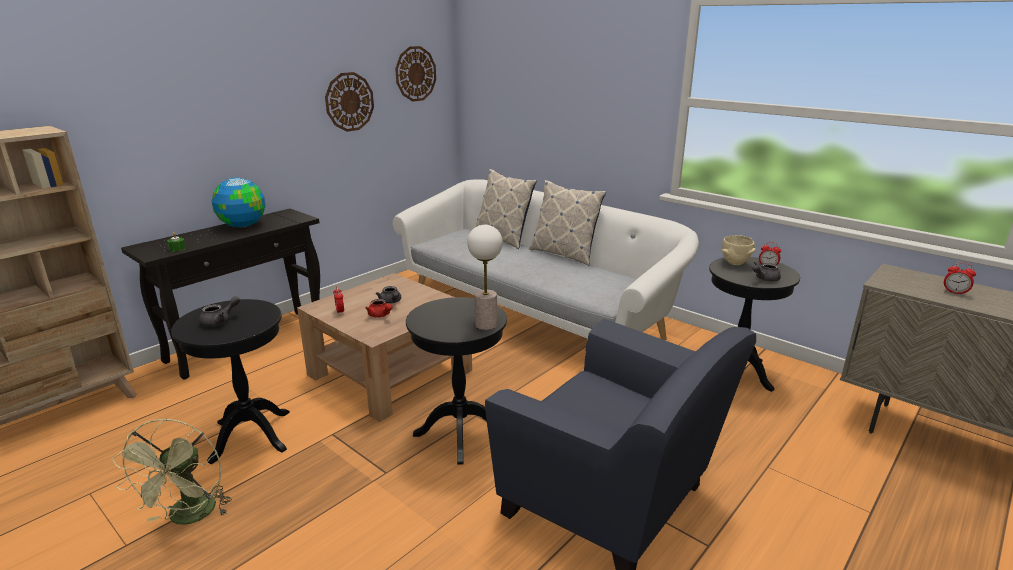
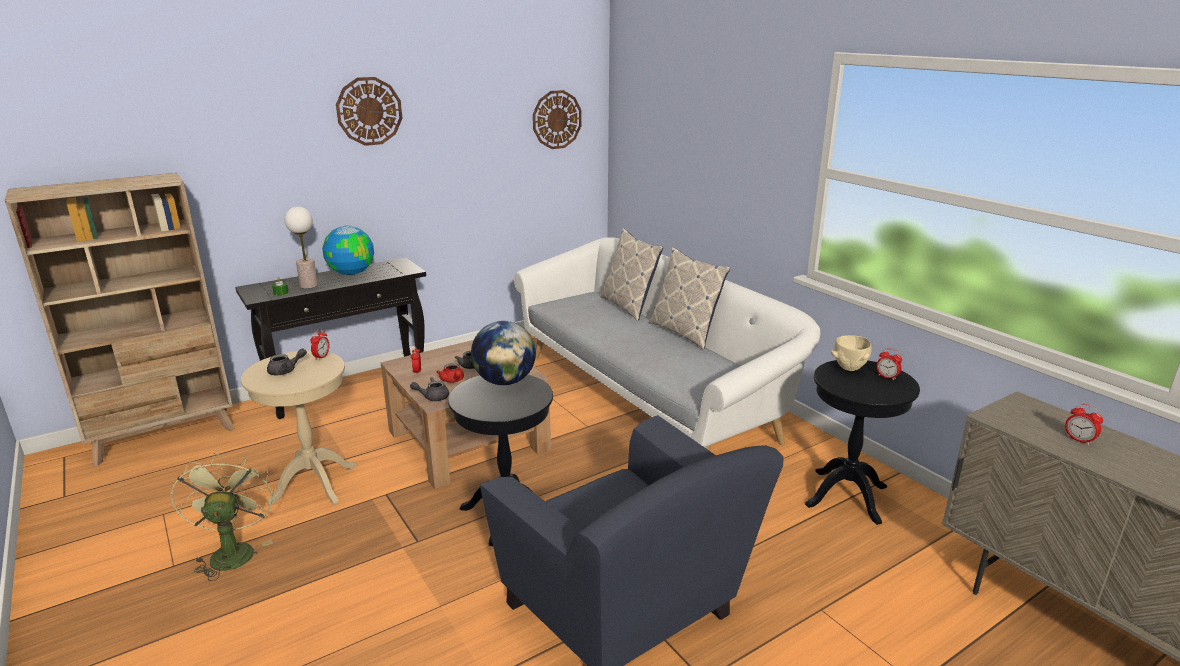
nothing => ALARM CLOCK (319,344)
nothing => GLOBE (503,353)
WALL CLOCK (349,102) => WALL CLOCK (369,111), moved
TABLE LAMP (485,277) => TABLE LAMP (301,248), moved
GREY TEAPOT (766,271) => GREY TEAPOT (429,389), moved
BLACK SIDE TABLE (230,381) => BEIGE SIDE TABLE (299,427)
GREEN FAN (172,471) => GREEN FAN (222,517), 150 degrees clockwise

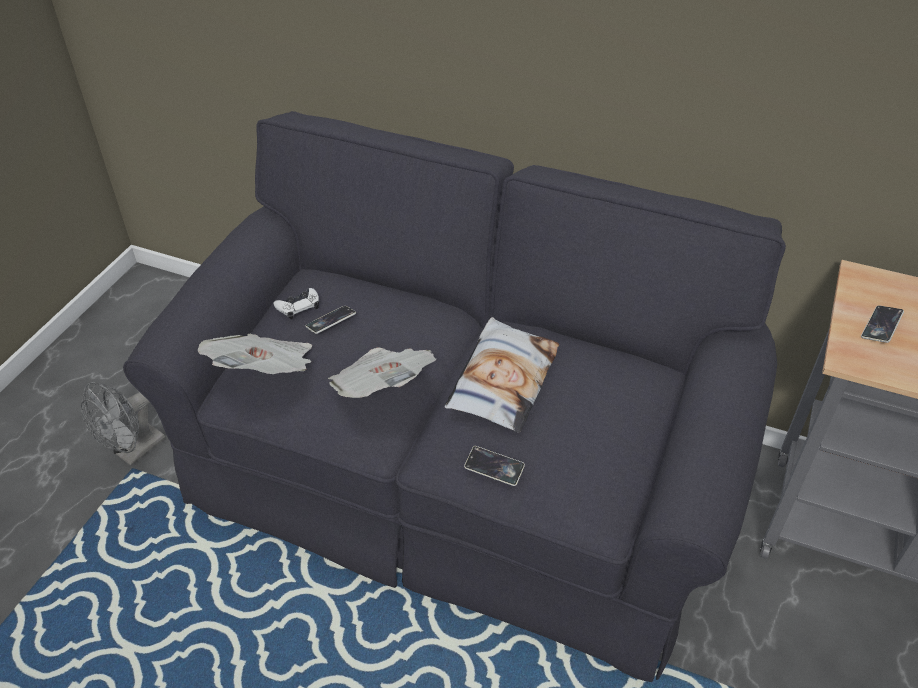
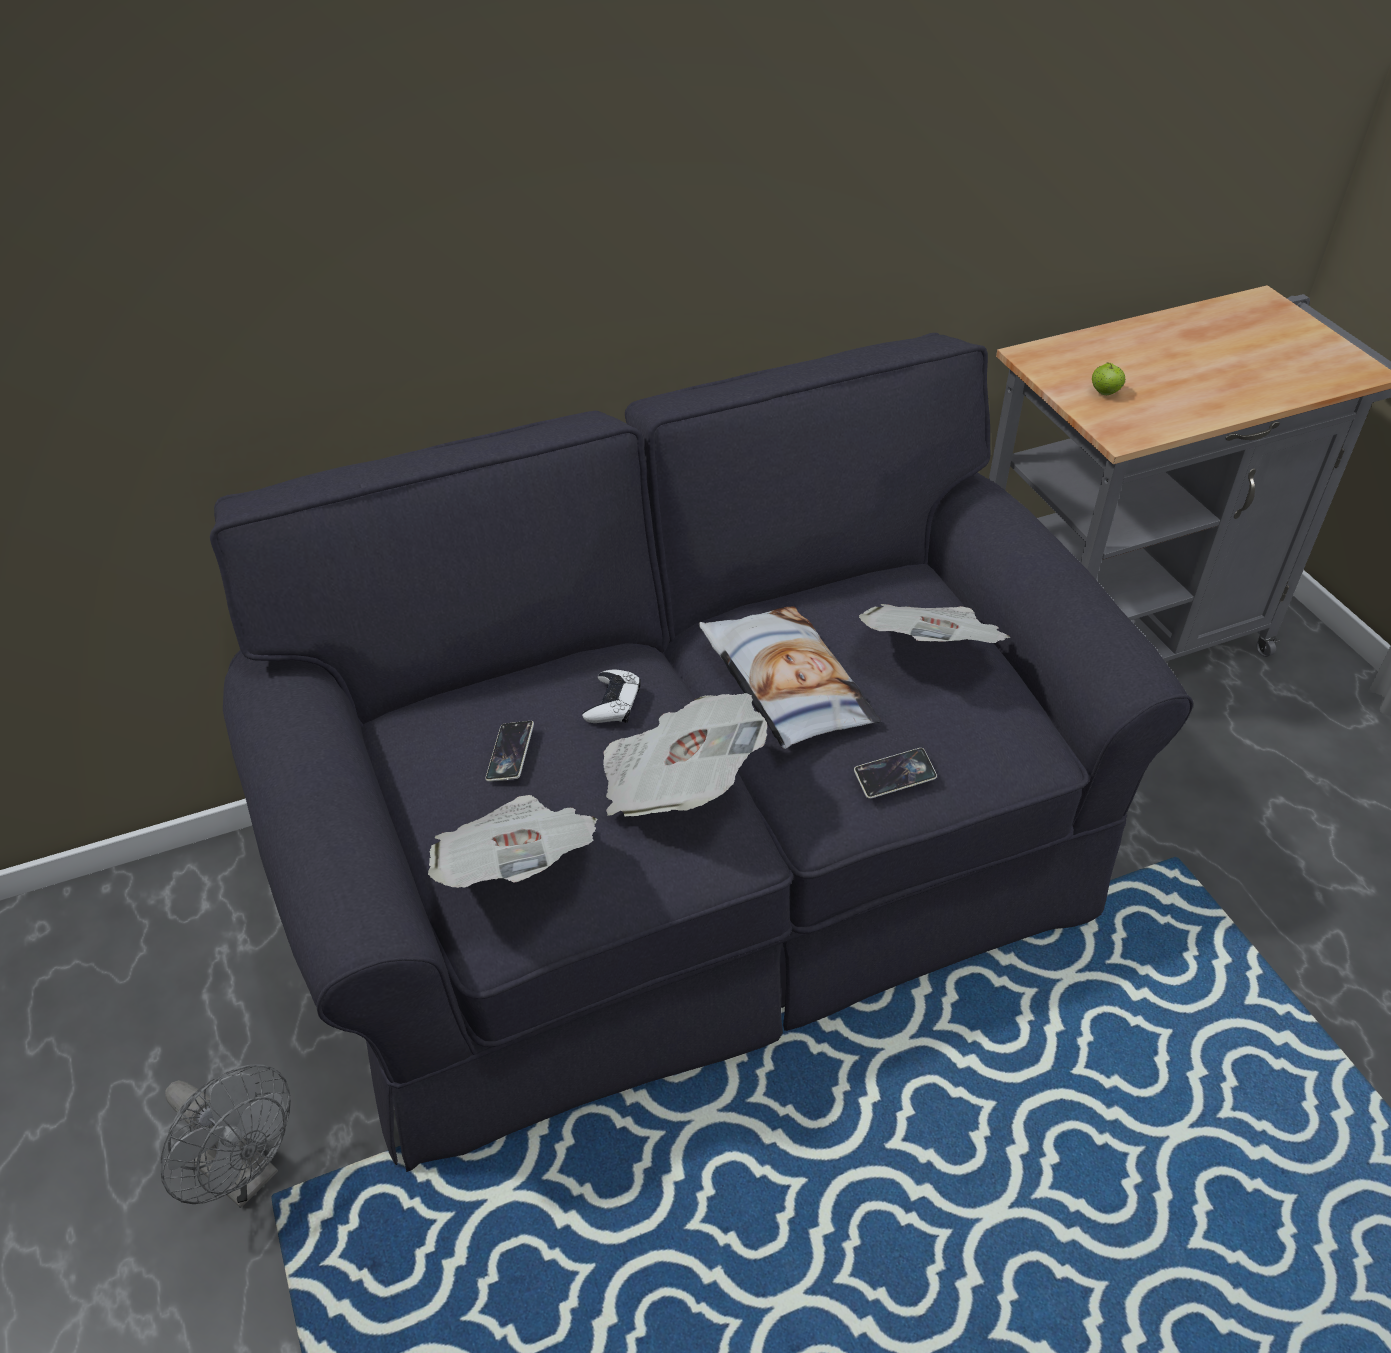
nothing => NEWSPAPER (935,623)
WHITE GAME CONTROLLER (296,303) => WHITE GAME CONTROLLER (611,696), moved
PHONE (882,324) => APPLE (1108,378)
GREY FAN (122,424) => GREY FAN (225,1136), 45 degrees counterclockwise

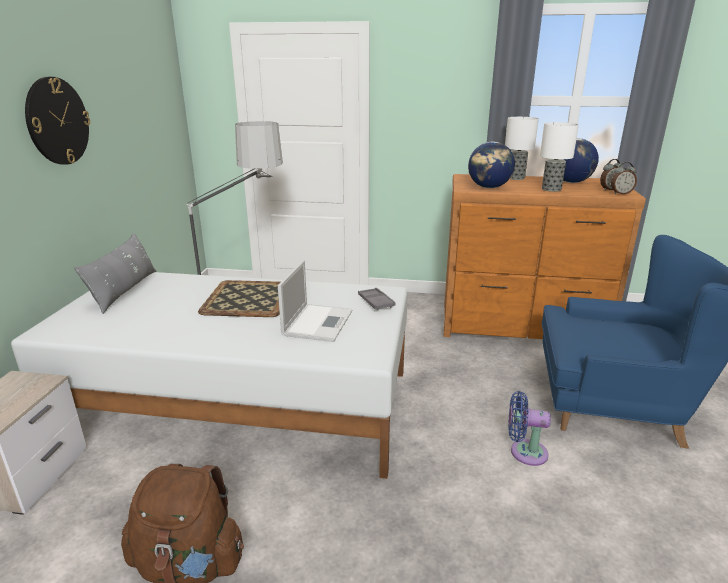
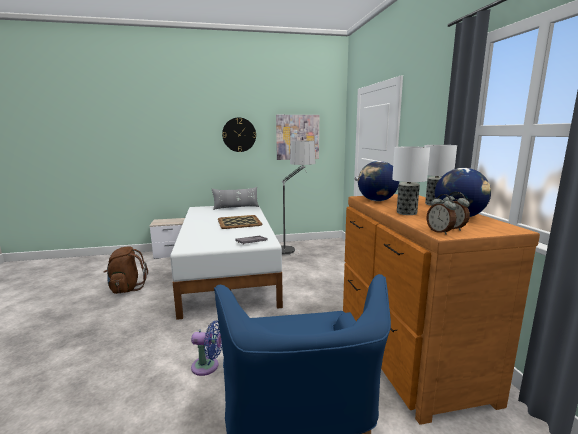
LAPTOP (315,301) => nothing
nothing => PICTURE (297,137)
BLUE FAN (529,428) => BLUE FAN (206,348), 105 degrees clockwise

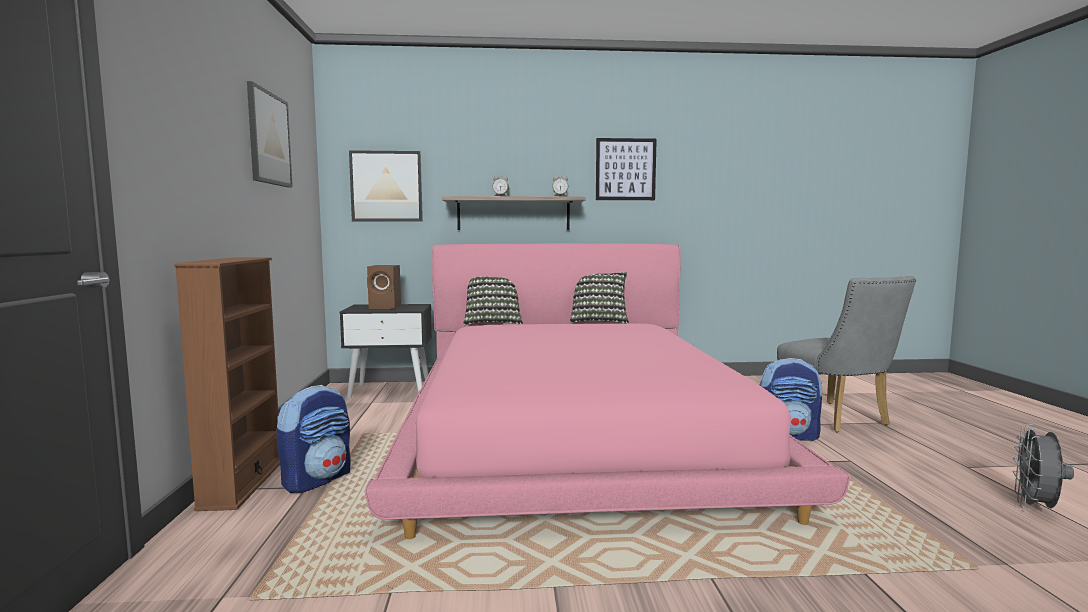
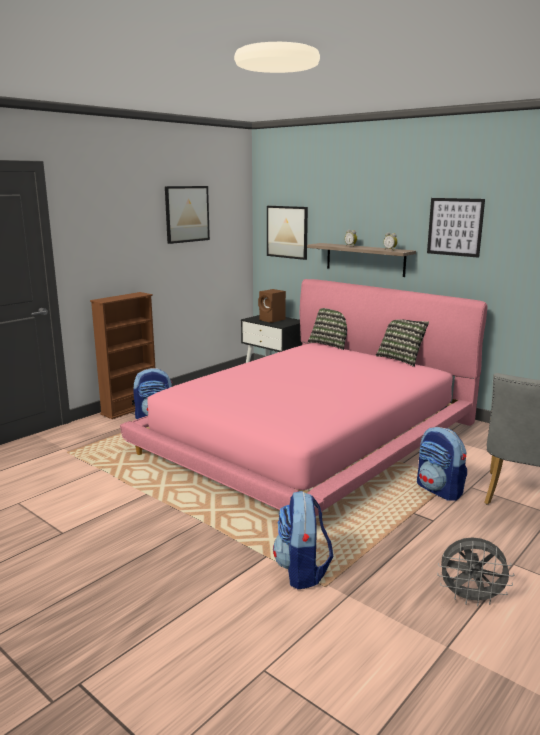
nothing => BACKPACK (303,540)
GREY FAN (1043,467) => GREY FAN (475,571), 150 degrees counterclockwise

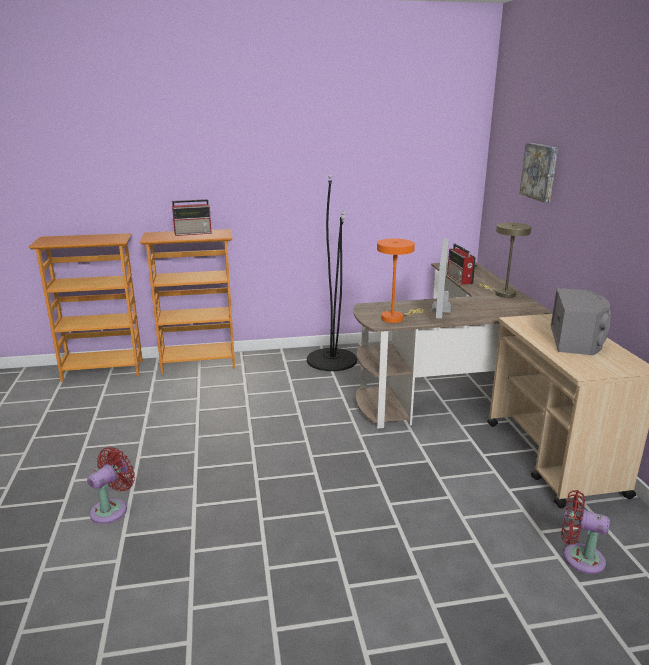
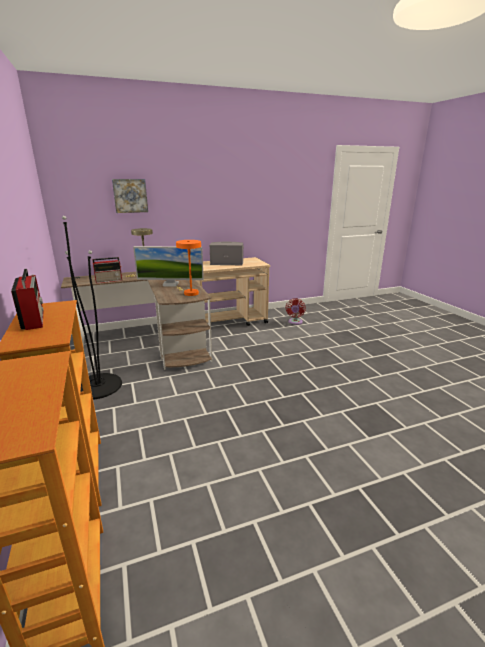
RED FAN (111,485) => nothing

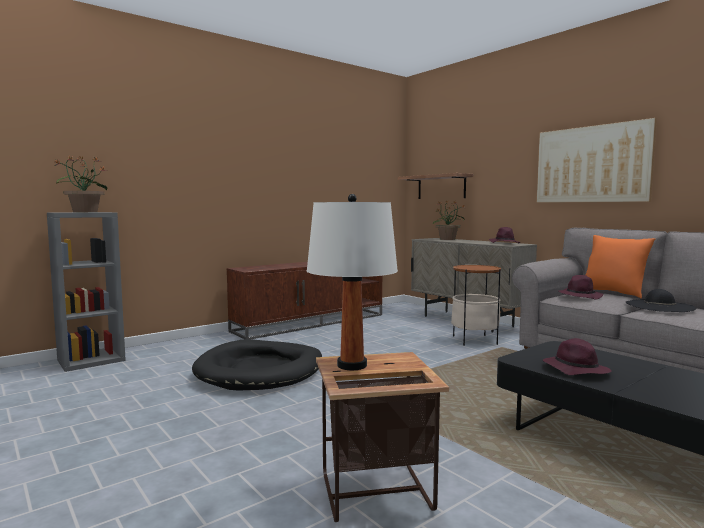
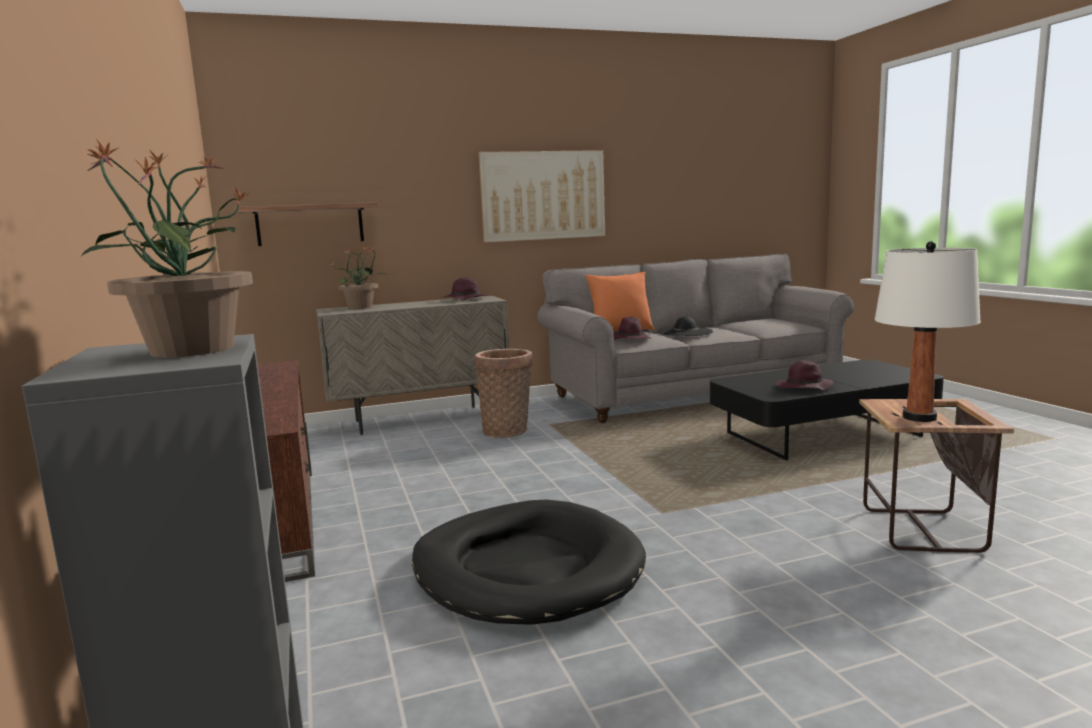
SIDE TABLE (476,305) => BASKET (504,393)

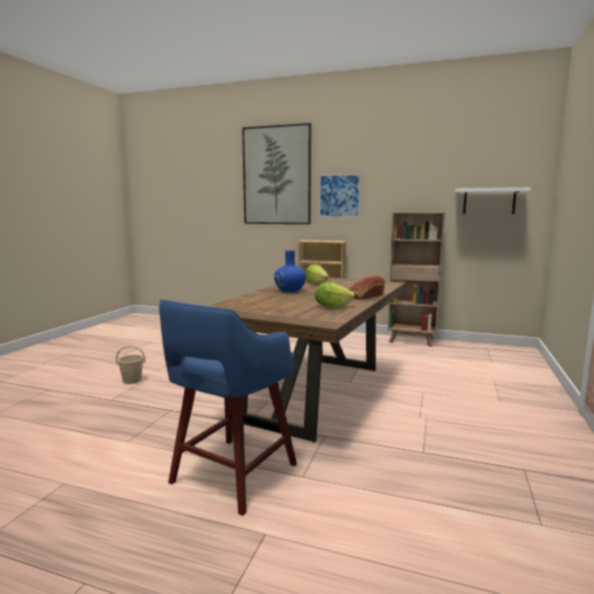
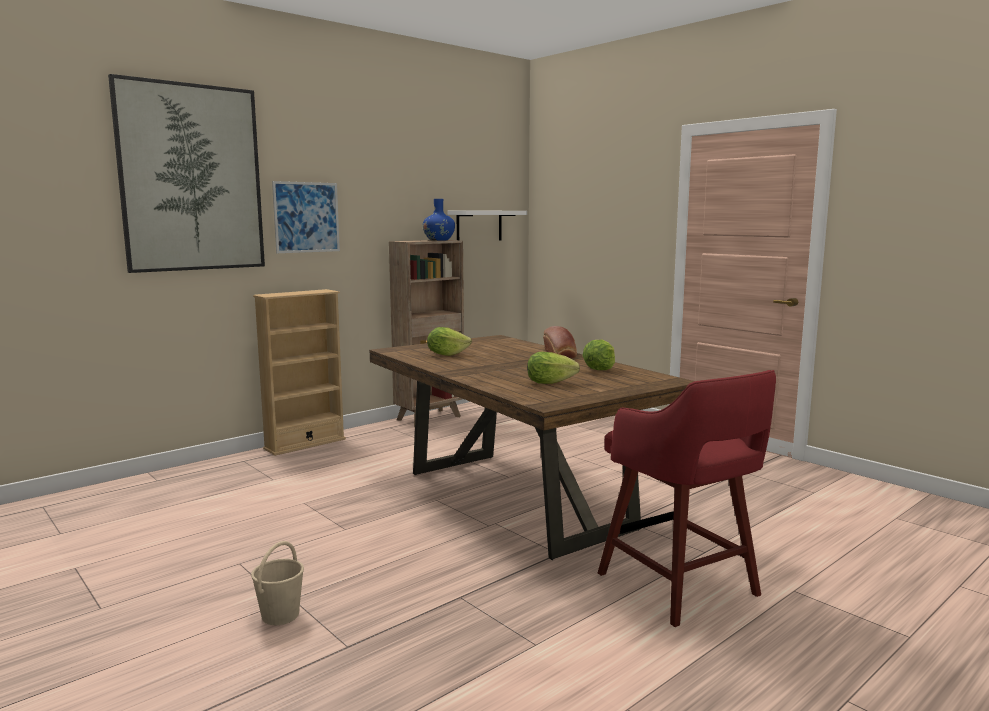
nothing => LETTUCE (553,368)
BLUE VASE (290,271) => BLUE VASE (439,220), moved
BLUE STOOL (228,408) => RED STOOL (687,498)

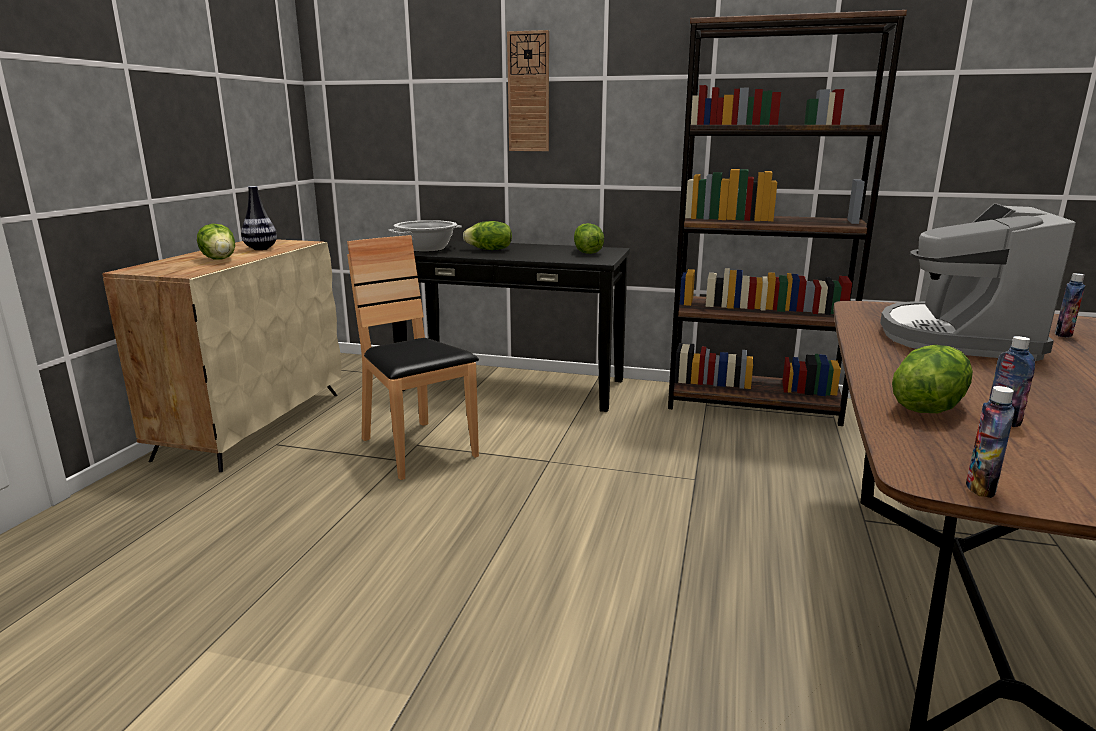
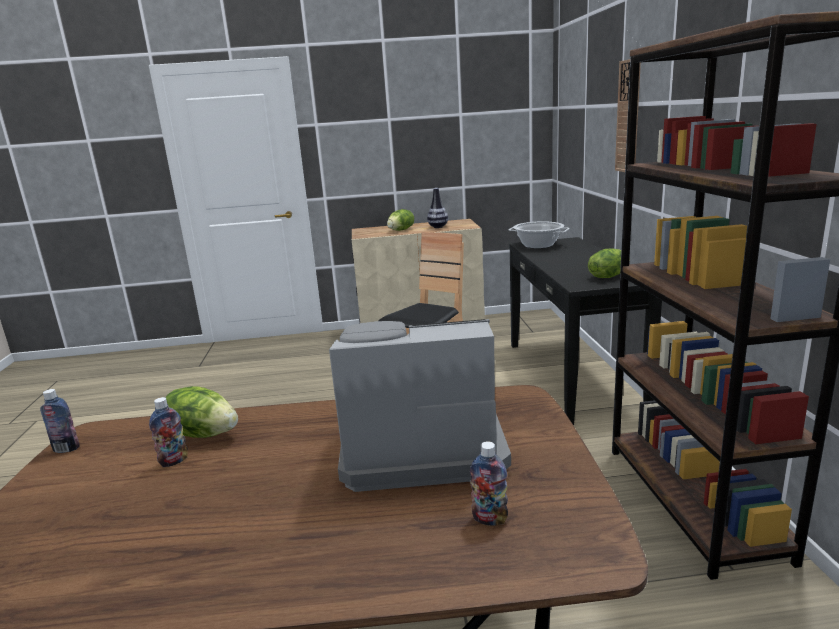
LETTUCE (487,235) => nothing

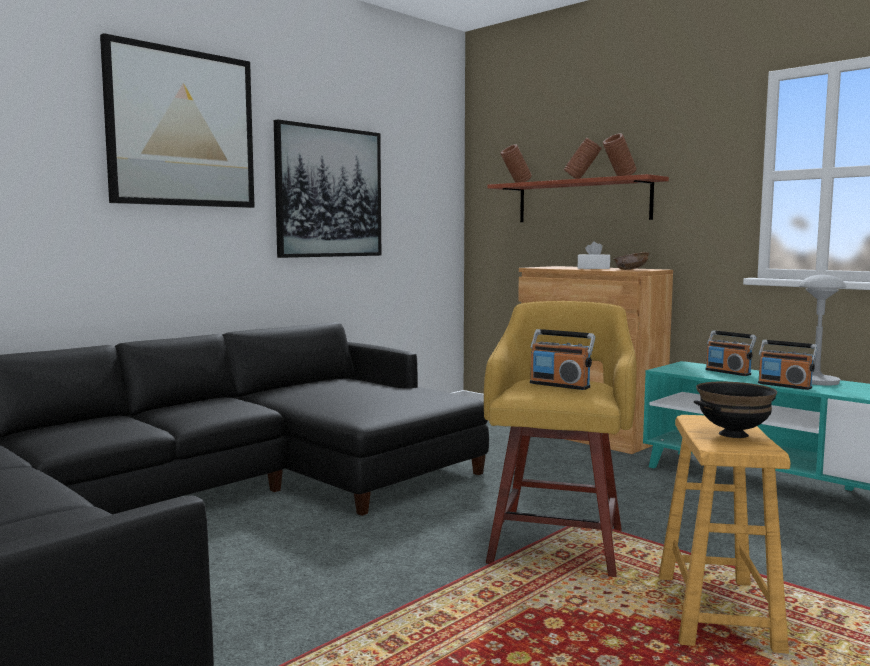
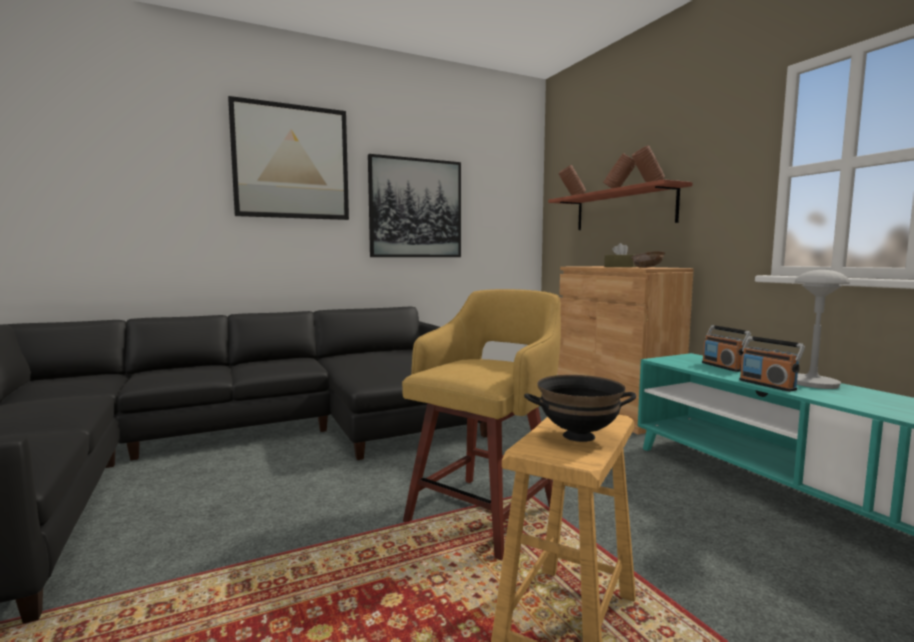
RADIO (562,359) => nothing
WHITE TISSUE BOX (594,255) => BROWN TISSUE BOX (620,255)

